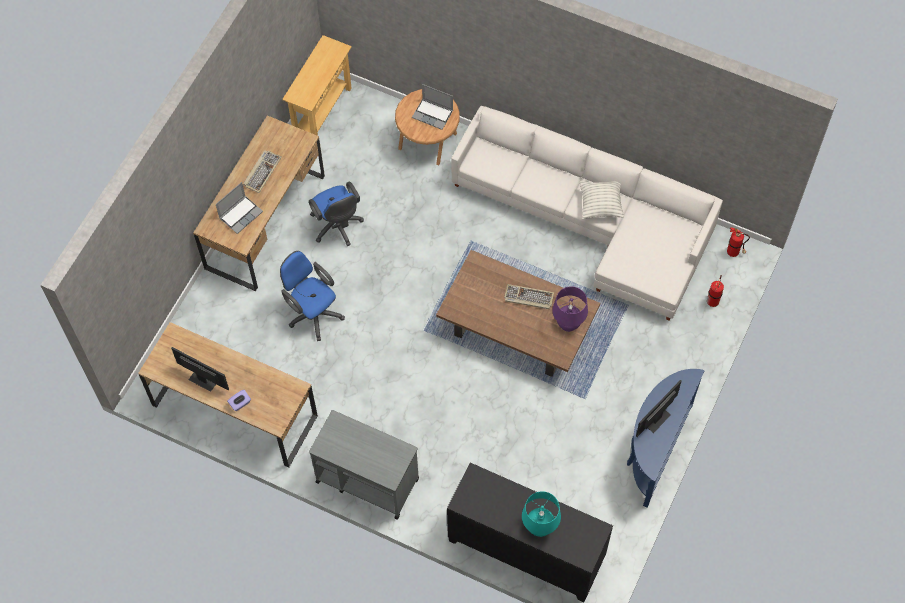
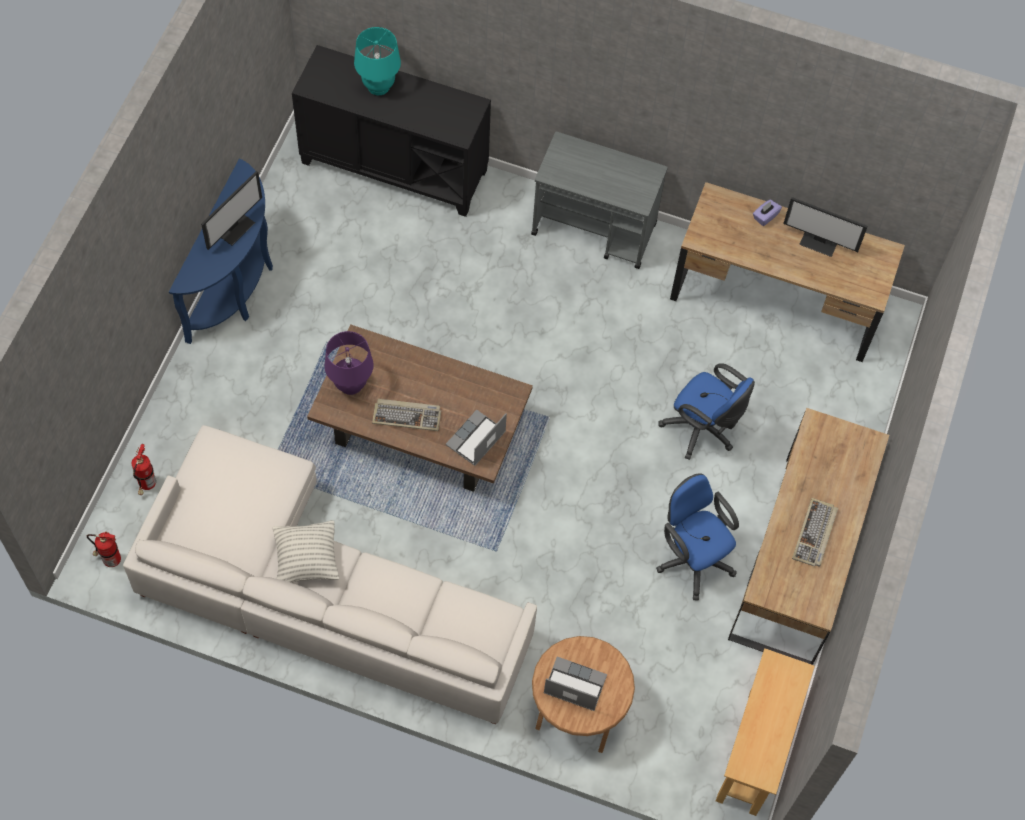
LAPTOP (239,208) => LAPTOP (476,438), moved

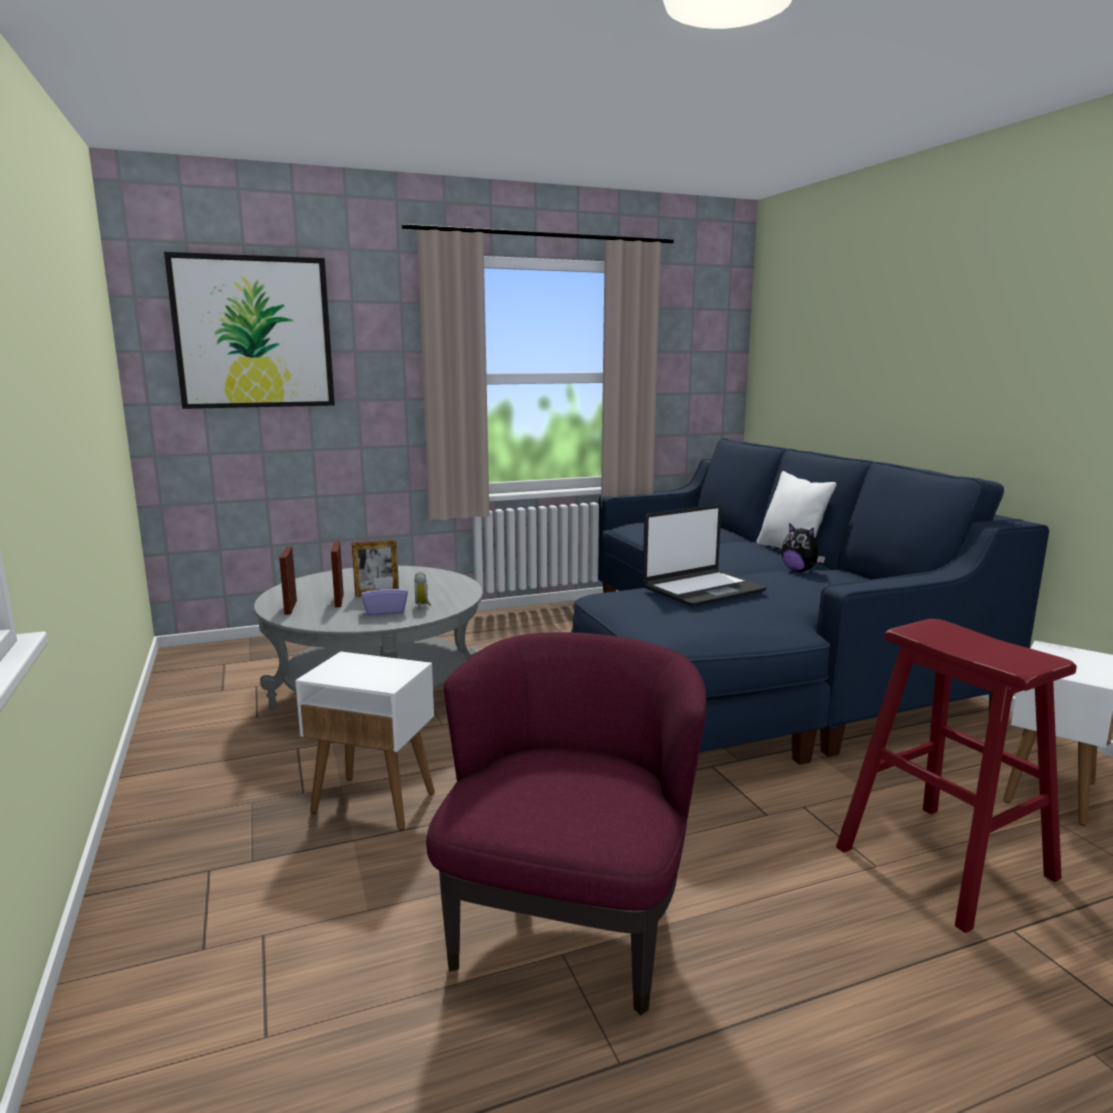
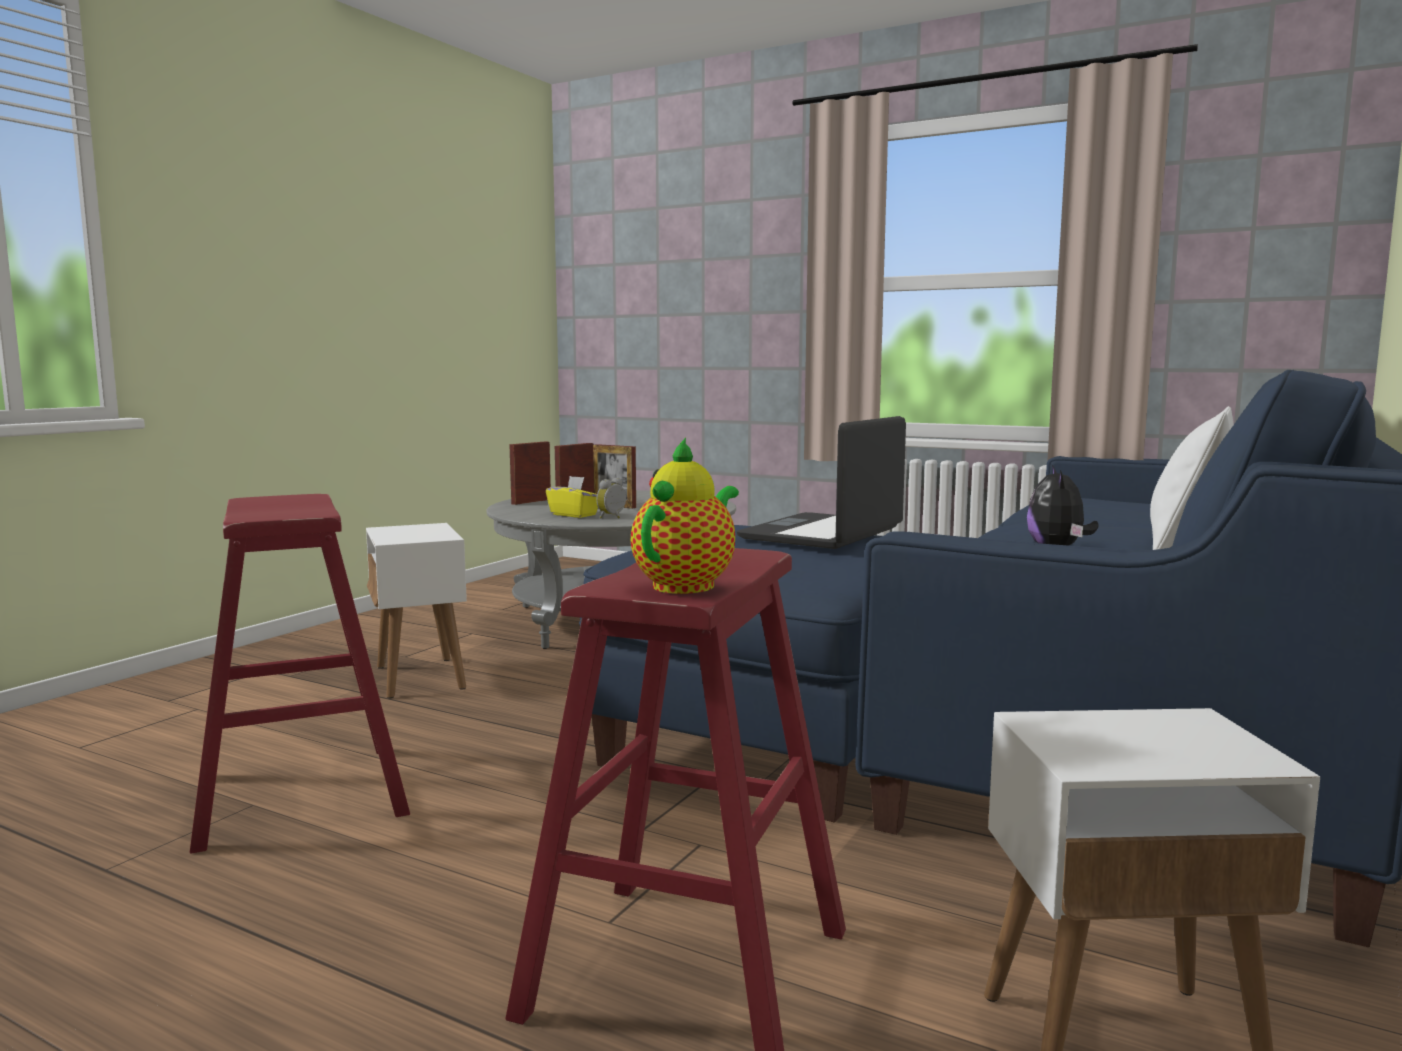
PICTURE (249,330) => nothing
nothing => TEAPOT (685,516)
PURPLE ARMCHAIR (566,823) => RED STOOL (300,674)
PURPLE TISSUE BOX (384,596) => YELLOW TISSUE BOX (572,497)
LAPTOP (705,555) => LAPTOP (821,482), 105 degrees clockwise

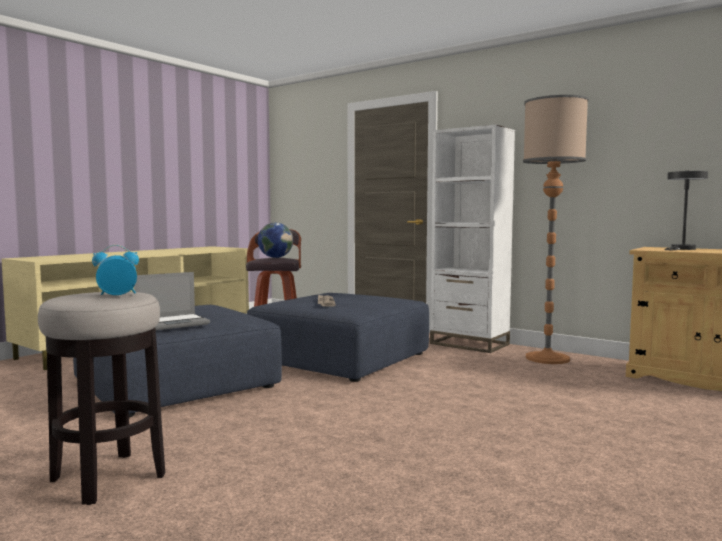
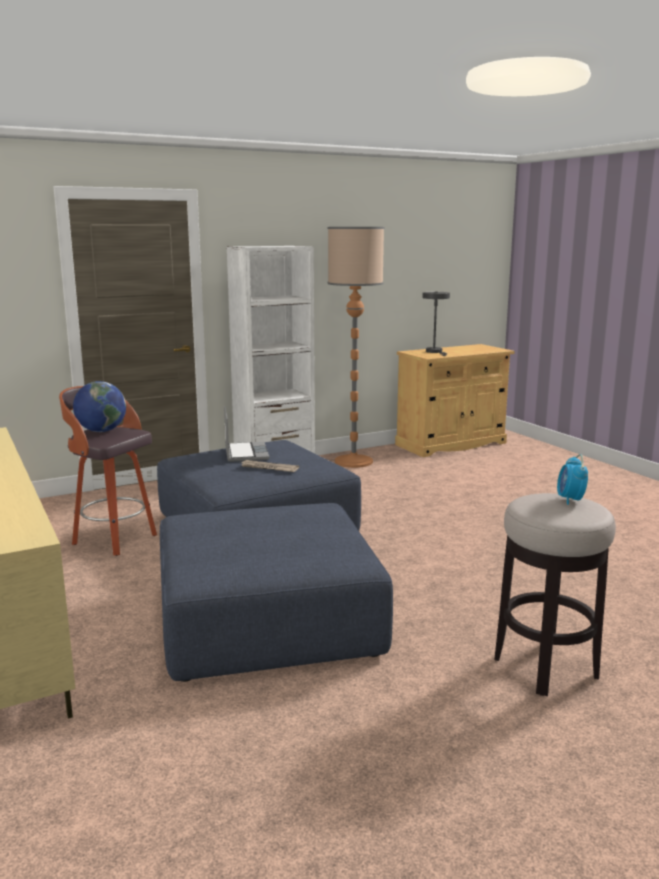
LAPTOP (172,301) => LAPTOP (247,434), moved

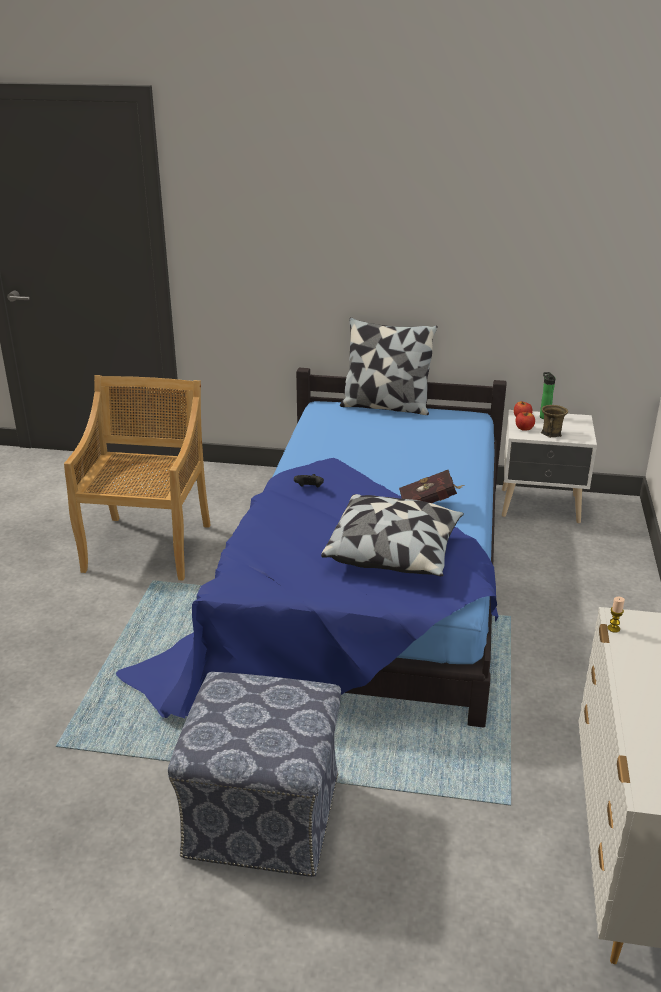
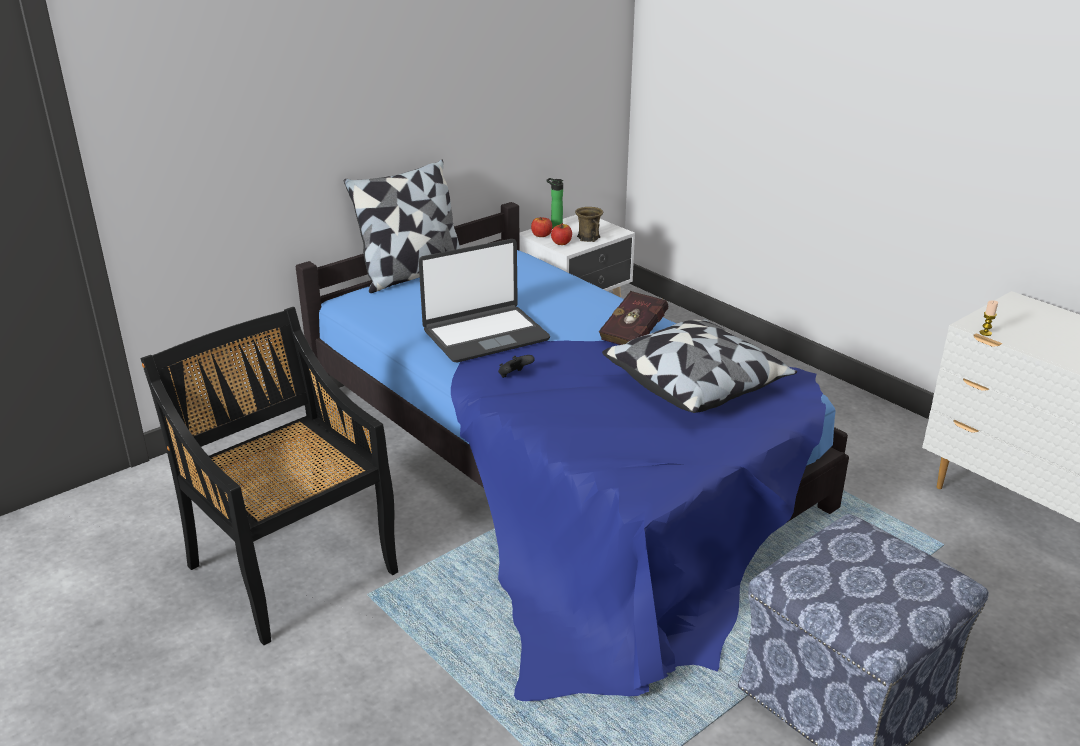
nothing => LAPTOP (484,300)
BEIGE CHAIR (137,478) => BLACK CHAIR (269,476)

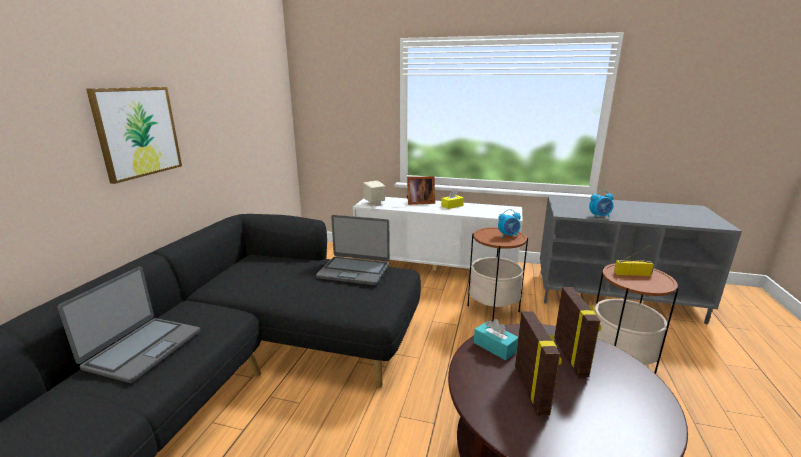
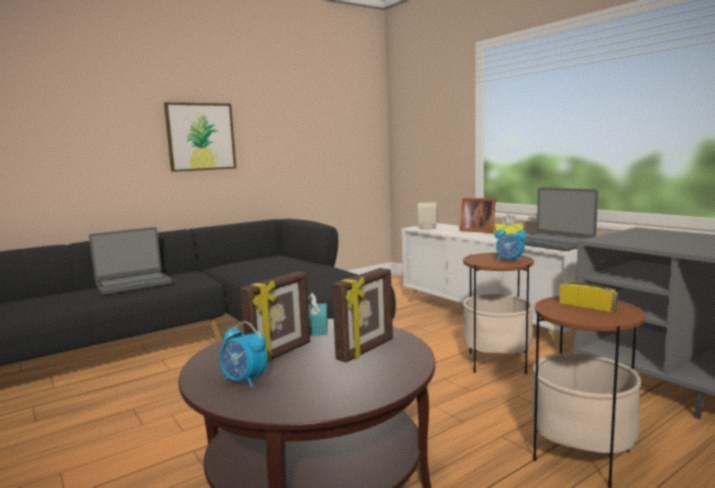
LAPTOP (353,250) => LAPTOP (560,219), moved
ALARM CLOCK (601,204) => ALARM CLOCK (244,354), moved

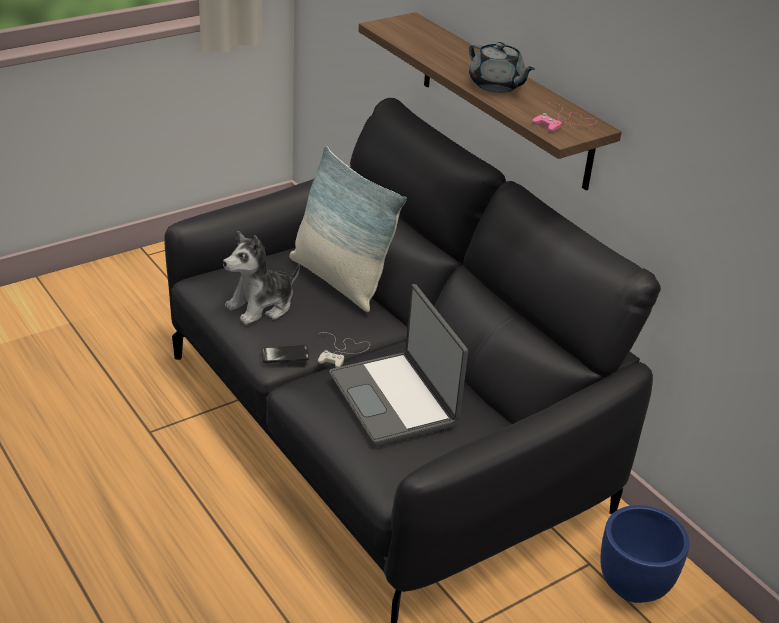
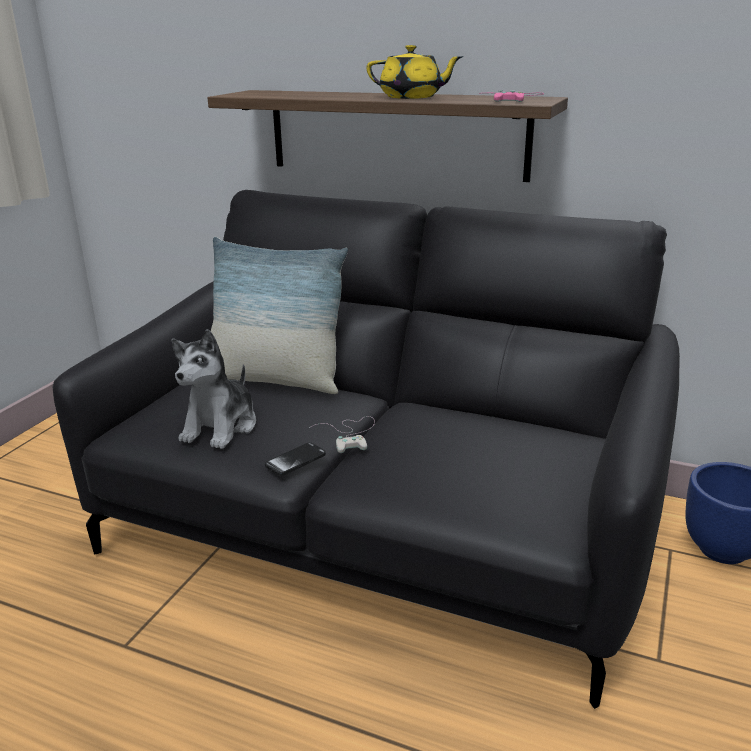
LAPTOP (398,365) => nothing
GREY TEAPOT (502,67) => YELLOW TEAPOT (415,72)

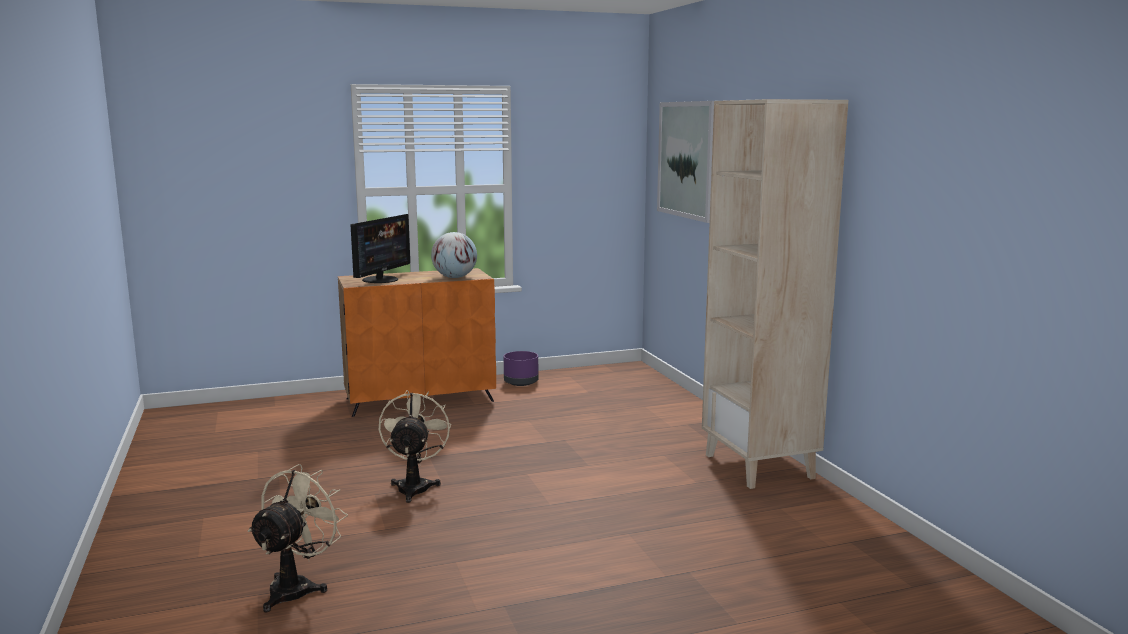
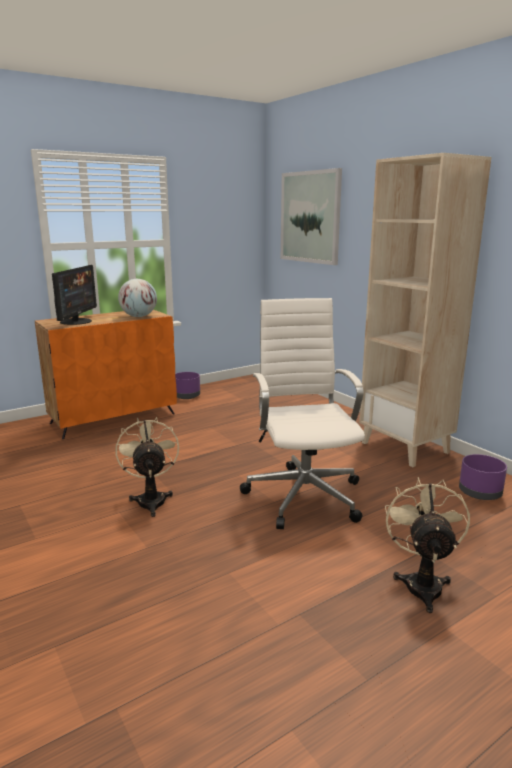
nothing => WHITE OFFICE CHAIR (302,413)
nothing => PURPLE PLANTER (483,477)
BEIGE FAN (298,538) => BEIGE FAN (427,545), moved

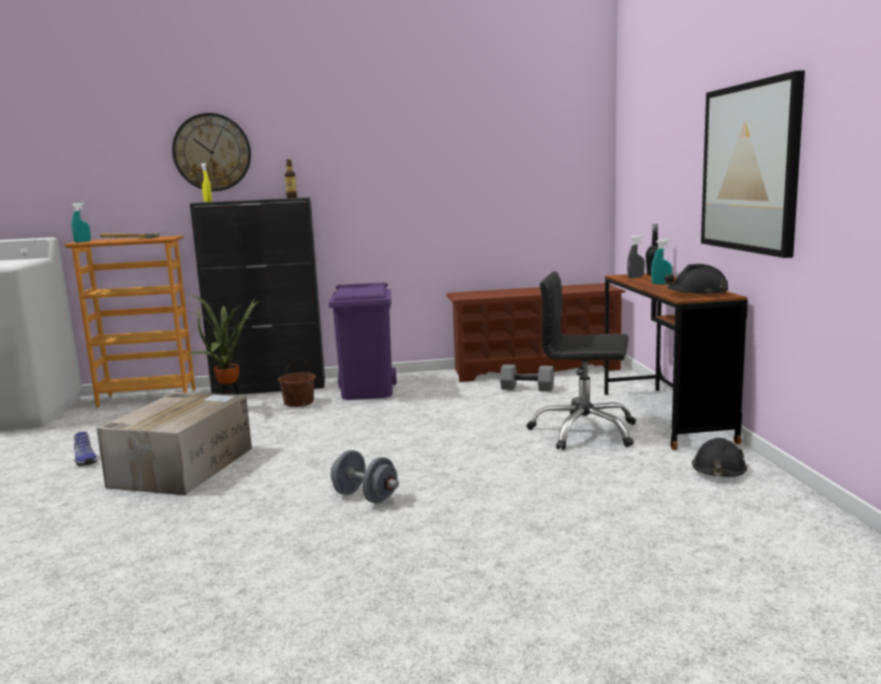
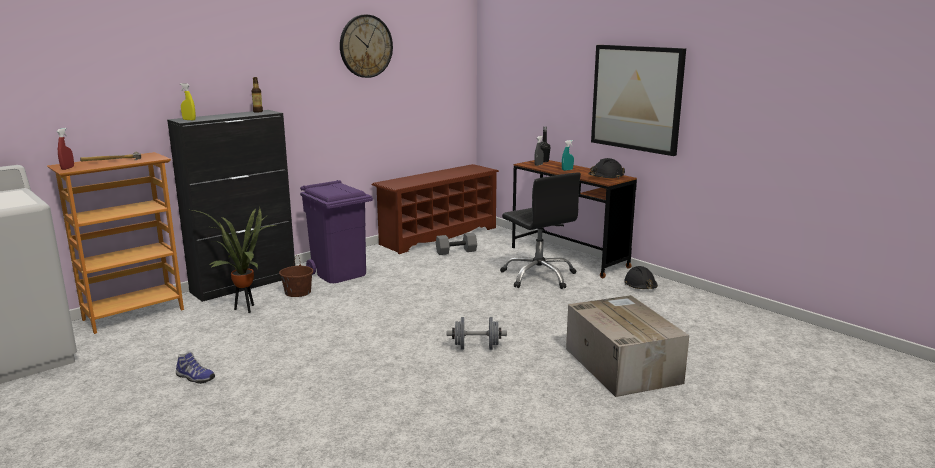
CARDBOARD BOX (174,443) => CARDBOARD BOX (627,346), moved
WALL CLOCK (211,152) => WALL CLOCK (366,46), moved
TURQUOISE SPRAY BOTTLE (81,223) => RED SPRAY BOTTLE (65,149)
BLACK OFFICE CHAIR (581,360) => BLACK OFFICE CHAIR (540,230), 105 degrees counterclockwise

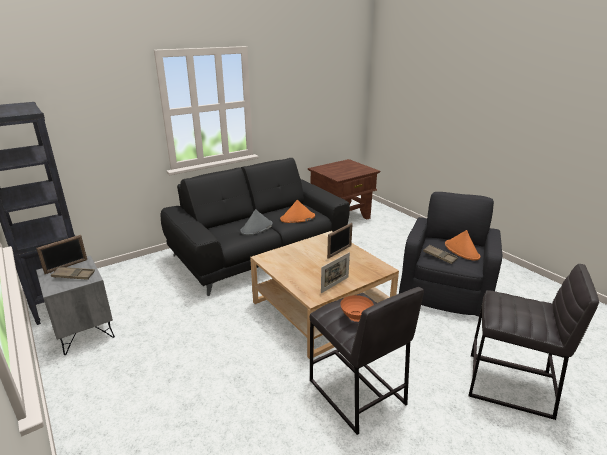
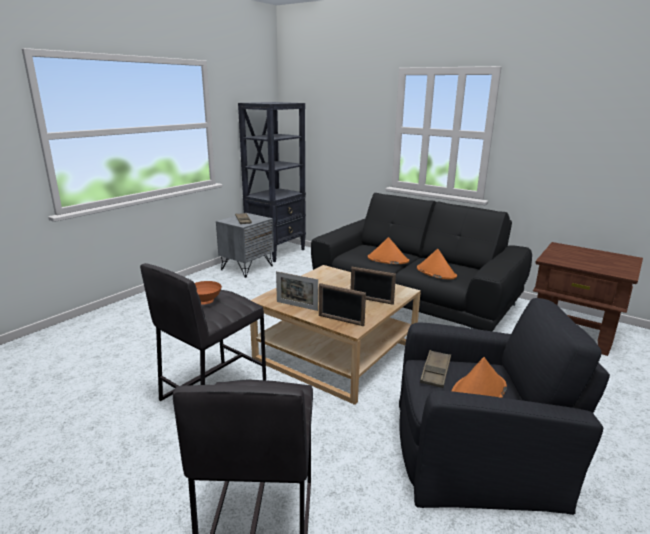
PICTURE FRAME (61,254) => PICTURE FRAME (342,304), moved
GREY HAT (256,222) => ORANGE HAT (388,250)

